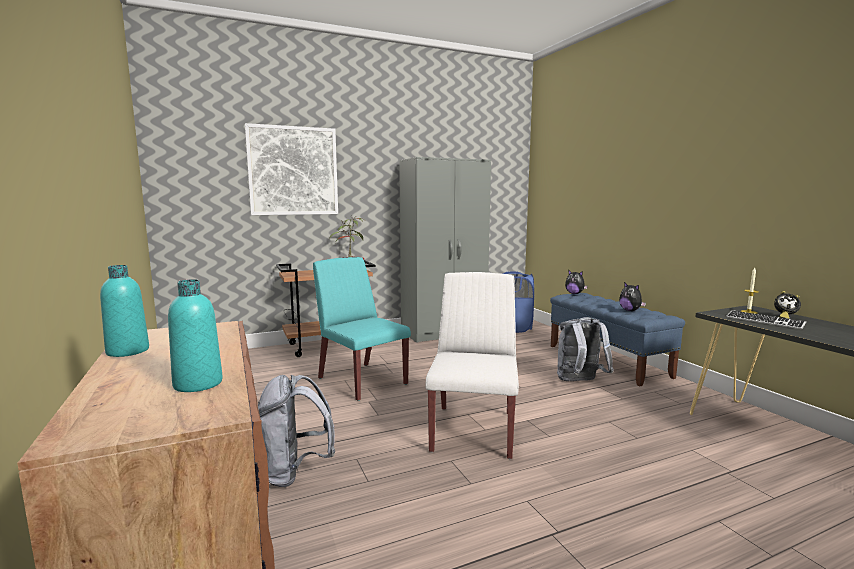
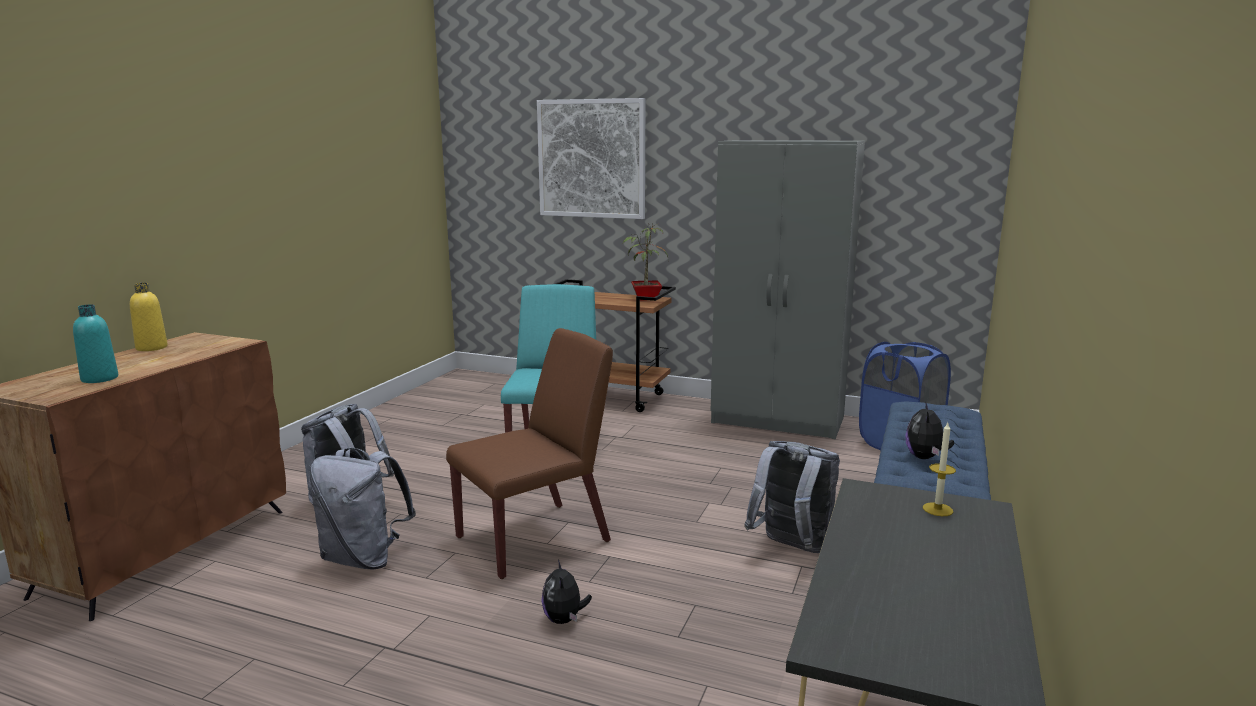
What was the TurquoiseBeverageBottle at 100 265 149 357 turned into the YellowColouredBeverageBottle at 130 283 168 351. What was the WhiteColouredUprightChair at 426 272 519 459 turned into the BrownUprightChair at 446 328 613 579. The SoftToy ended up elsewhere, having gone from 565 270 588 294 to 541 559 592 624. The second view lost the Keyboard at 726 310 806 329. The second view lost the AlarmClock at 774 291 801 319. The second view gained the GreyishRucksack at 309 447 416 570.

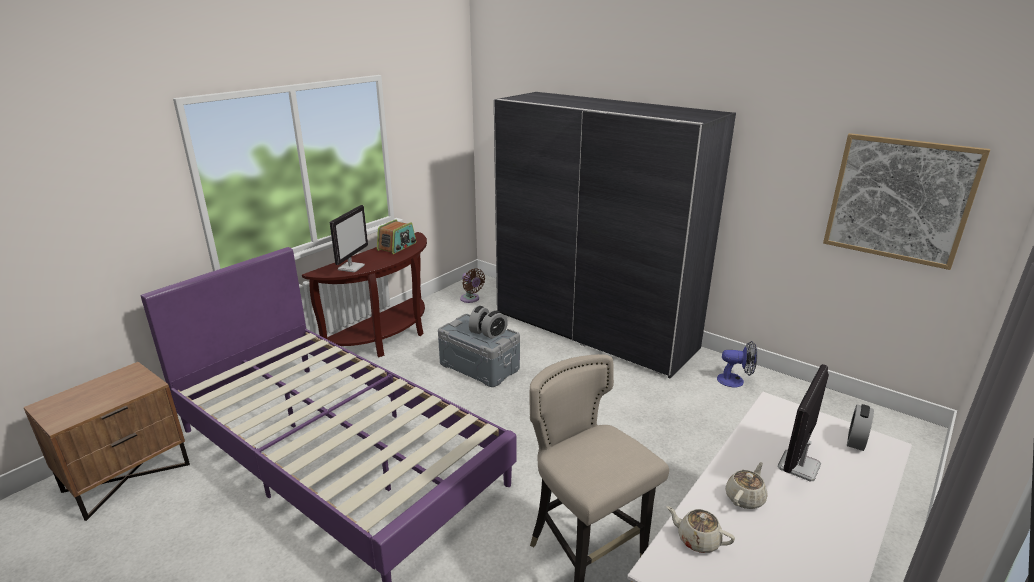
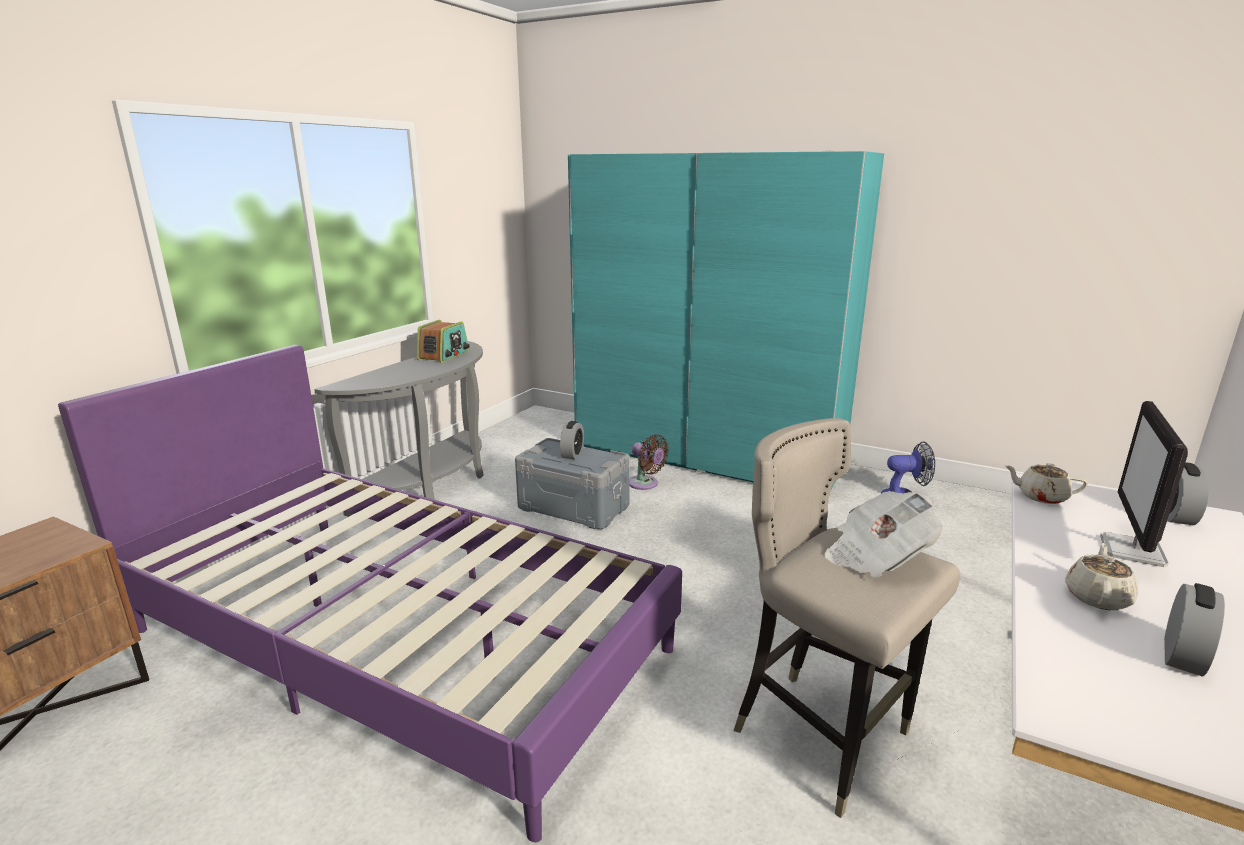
What was the BrownConsoleTable at 302 232 427 357 turned into the GreyishConsoleTable at 314 341 483 517. The second view lost the Monitor at 330 205 368 272. The BrownElectricFan ended up elsewhere, having gone from 460 268 485 303 to 629 434 669 490. The AlarmClock ended up elsewhere, having gone from 481 311 508 339 to 1164 583 1225 677. What was the GreyishClothesCupboard at 494 92 736 378 turned into the TurquoiseClothesCupboard at 568 151 884 491. The SandColouredPotForTea ended up elsewhere, having gone from 666 506 735 553 to 1004 463 1088 504. The second view lost the Picture at 823 133 991 270. The second view gained the PrintedPaper at 824 491 942 578.

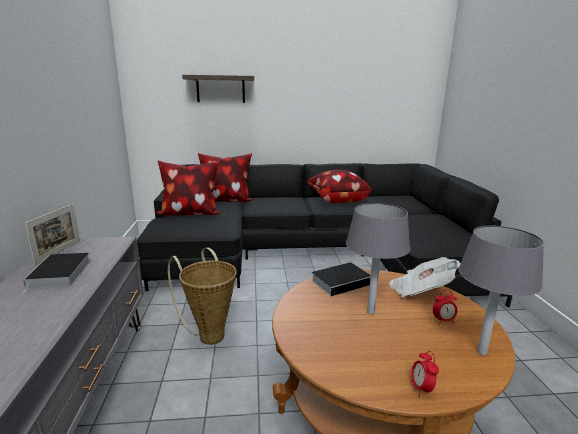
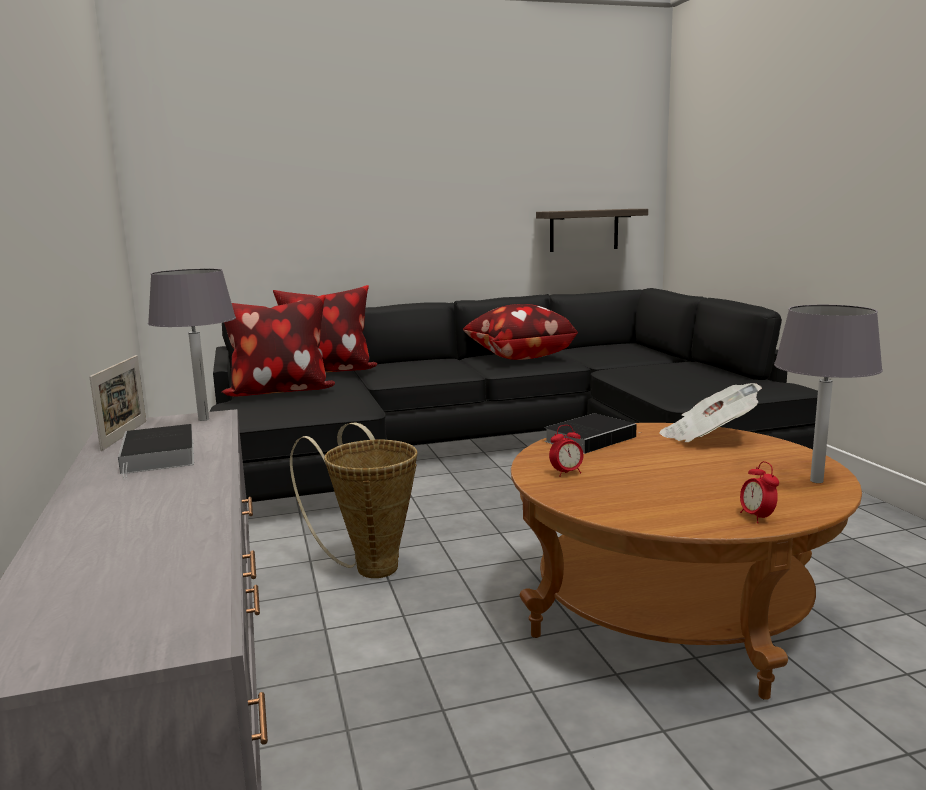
The WallShelf ended up elsewhere, having gone from 182 75 254 103 to 536 209 648 252. The GreyishTabletopLamp ended up elsewhere, having gone from 346 203 410 314 to 148 269 236 421. The AlarmClock ended up elsewhere, having gone from 433 290 457 324 to 549 425 583 476.

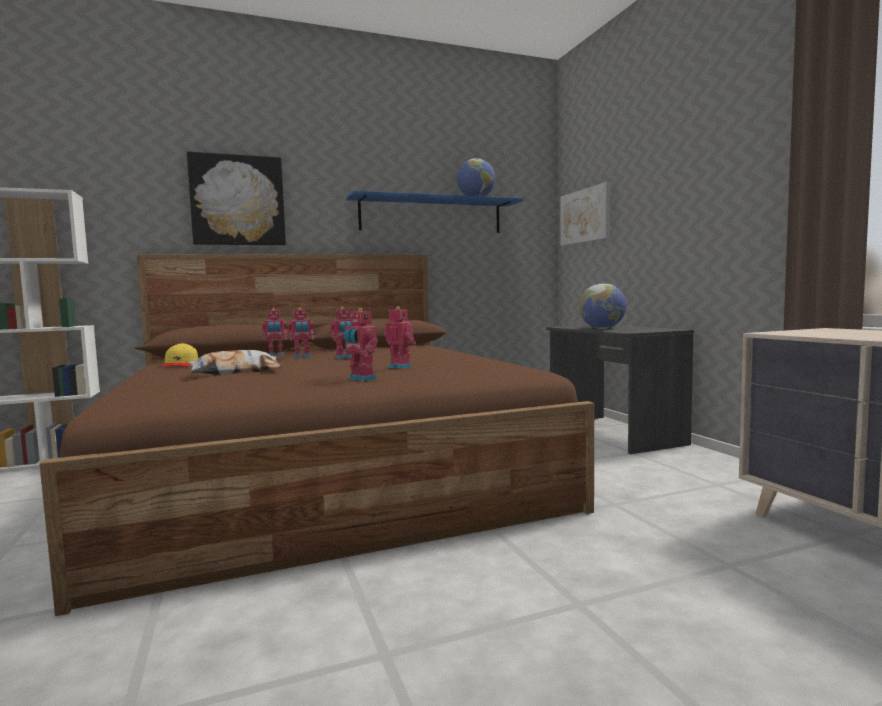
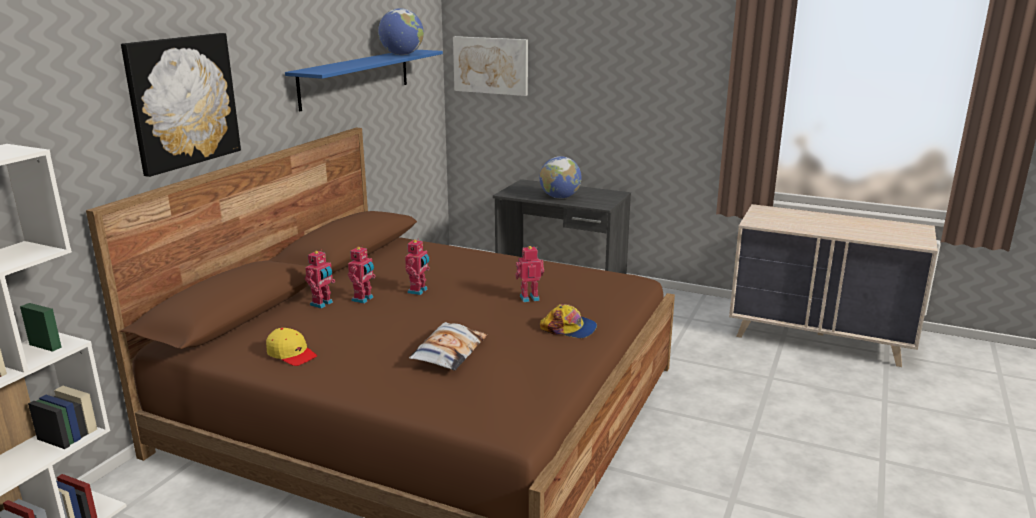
Where the RobotFigure stood at 343 308 378 381, the PeakedCap came to stand at 540 304 597 338.

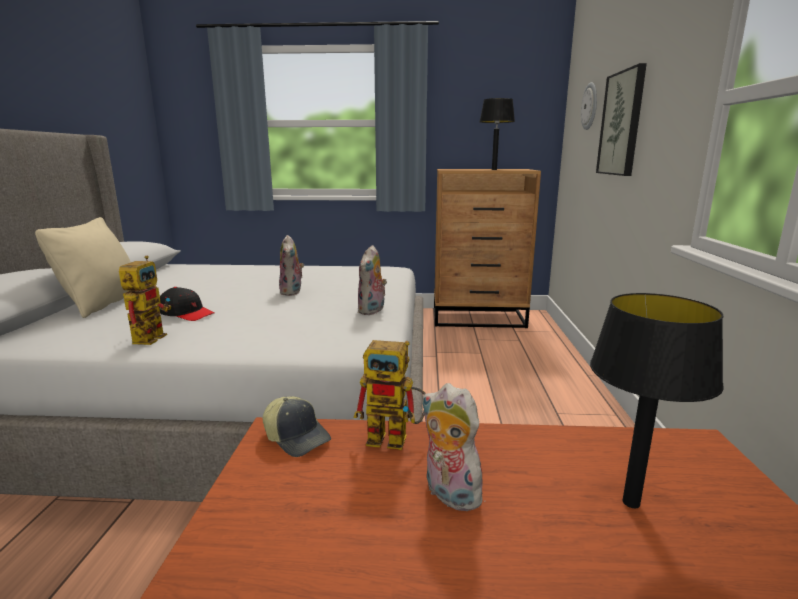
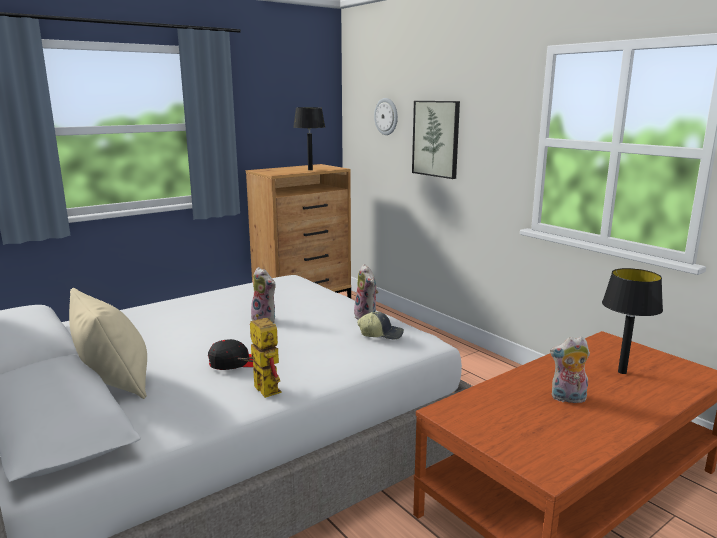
The PeakedCap ended up elsewhere, having gone from 263 396 331 457 to 357 312 404 339. The second view lost the RobotFigure at 354 340 426 450.

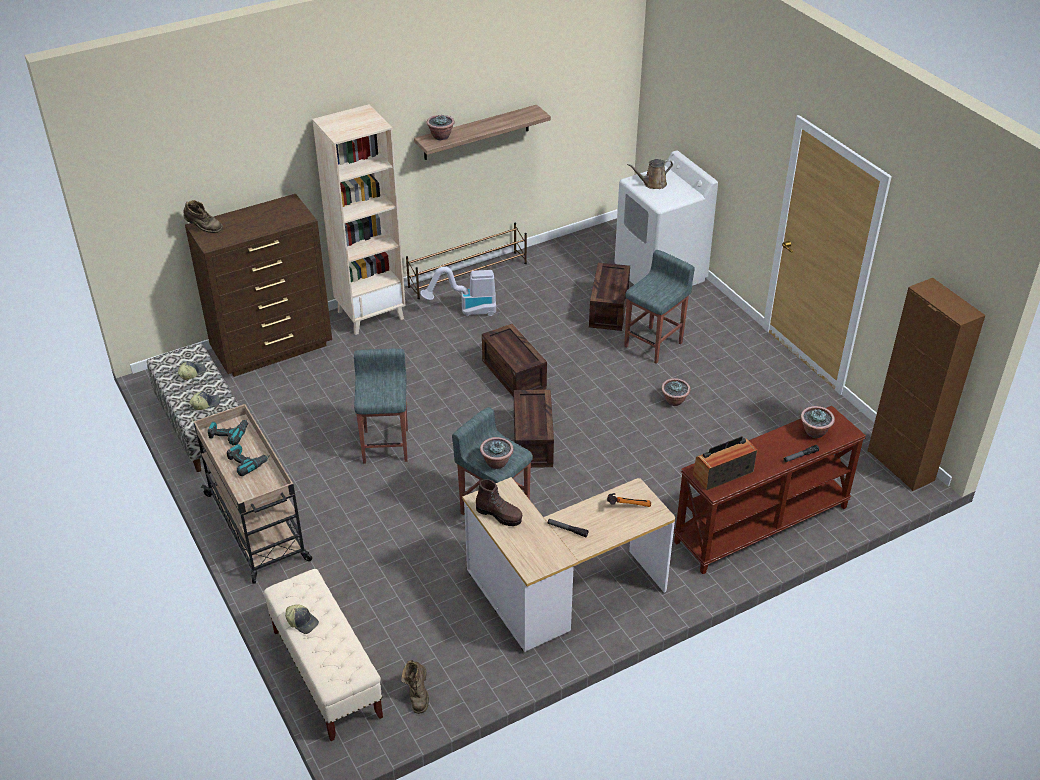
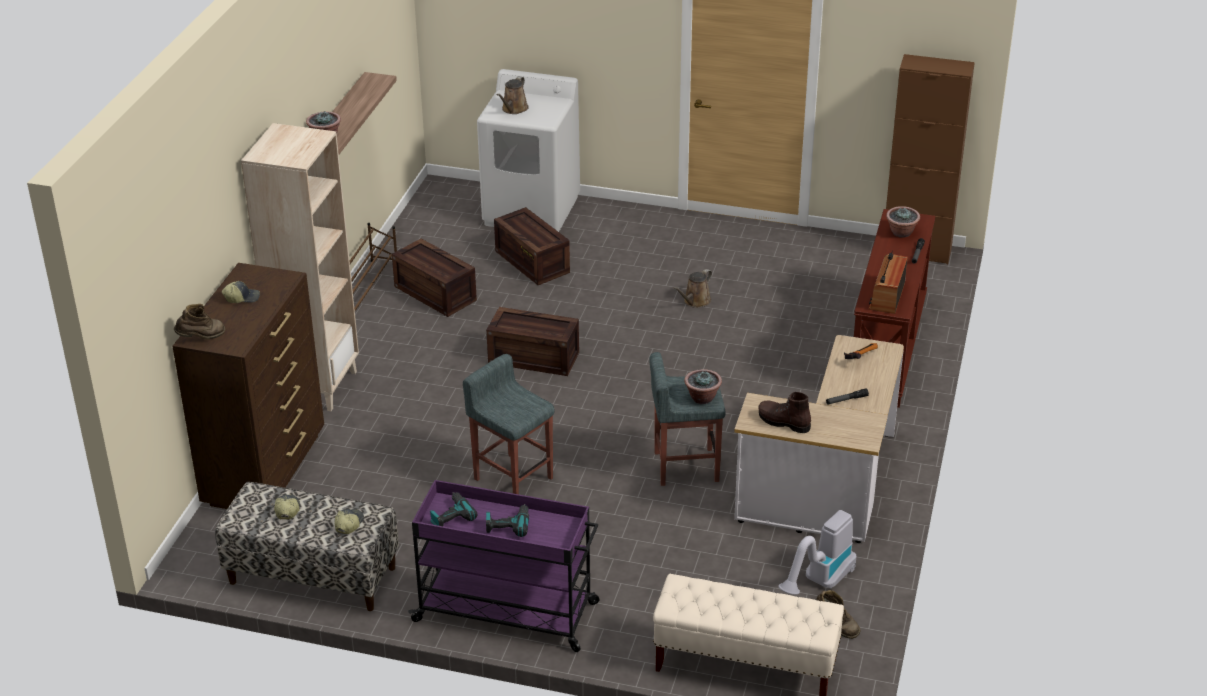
What was the SandColouredTrolley at 194 404 312 584 turned into the PurpleColouredTrolley at 408 480 599 652. The PeakedCap ended up elsewhere, having gone from 285 604 319 634 to 222 281 260 303. The Vacuum ended up elsewhere, having gone from 420 267 496 316 to 778 510 856 595. The BrownHighTopBoot at 476 479 522 526 ended up facing another way, 135 degrees counterclockwise from before. The PackingCrate ended up elsewhere, having gone from 514 389 554 468 to 392 239 477 317. The second view lost the GreyishStoolSeat at 624 250 695 364. Where the Houseplant stood at 661 378 690 406, the BrownWateringCan came to stand at 673 269 712 308.

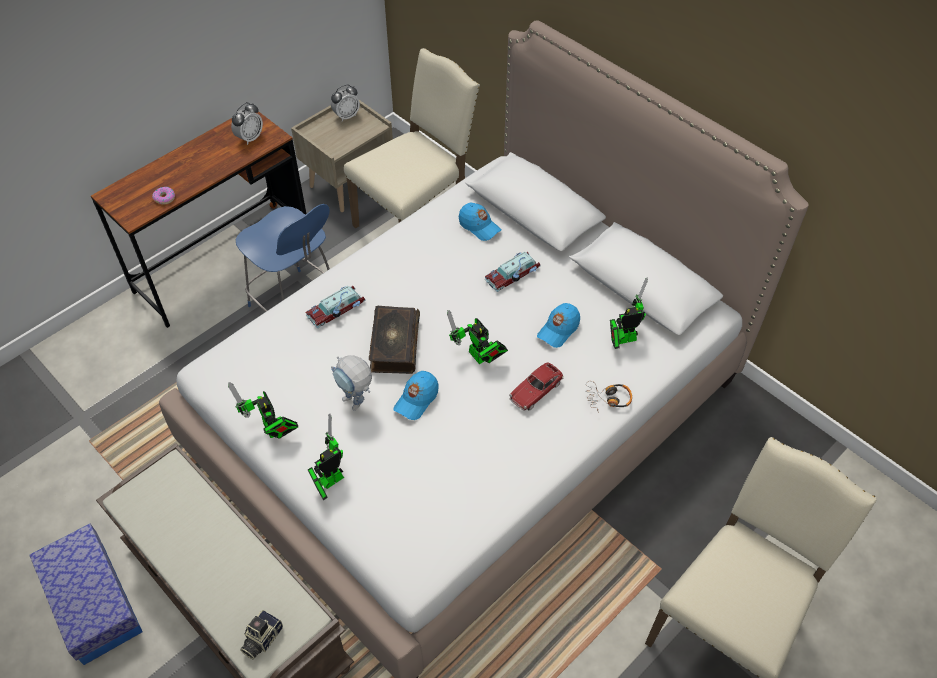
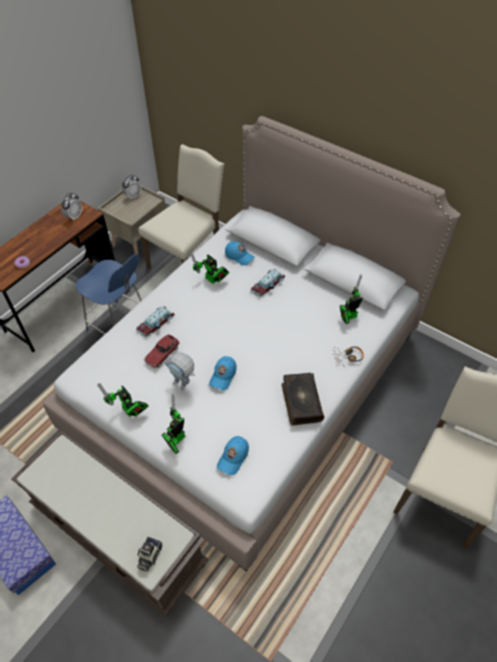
The Book ended up elsewhere, having gone from 369 306 420 374 to 282 373 324 426. The RobotFigure ended up elsewhere, having gone from 447 310 508 364 to 190 251 229 284. The ToyCar ended up elsewhere, having gone from 509 362 564 411 to 144 334 180 368. The BluishPeakedCap ended up elsewhere, having gone from 537 303 580 348 to 217 436 249 475.

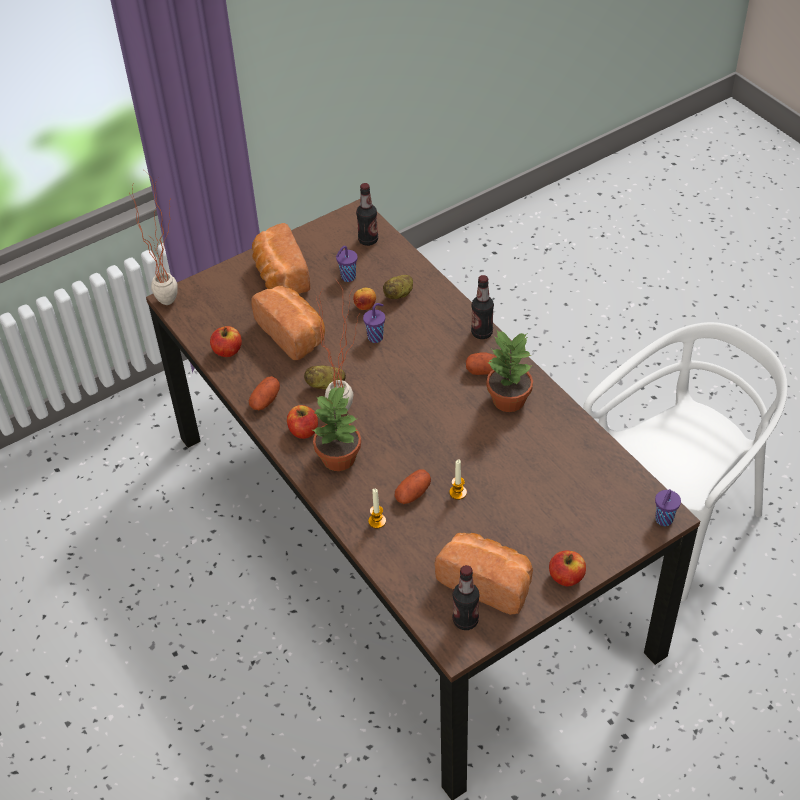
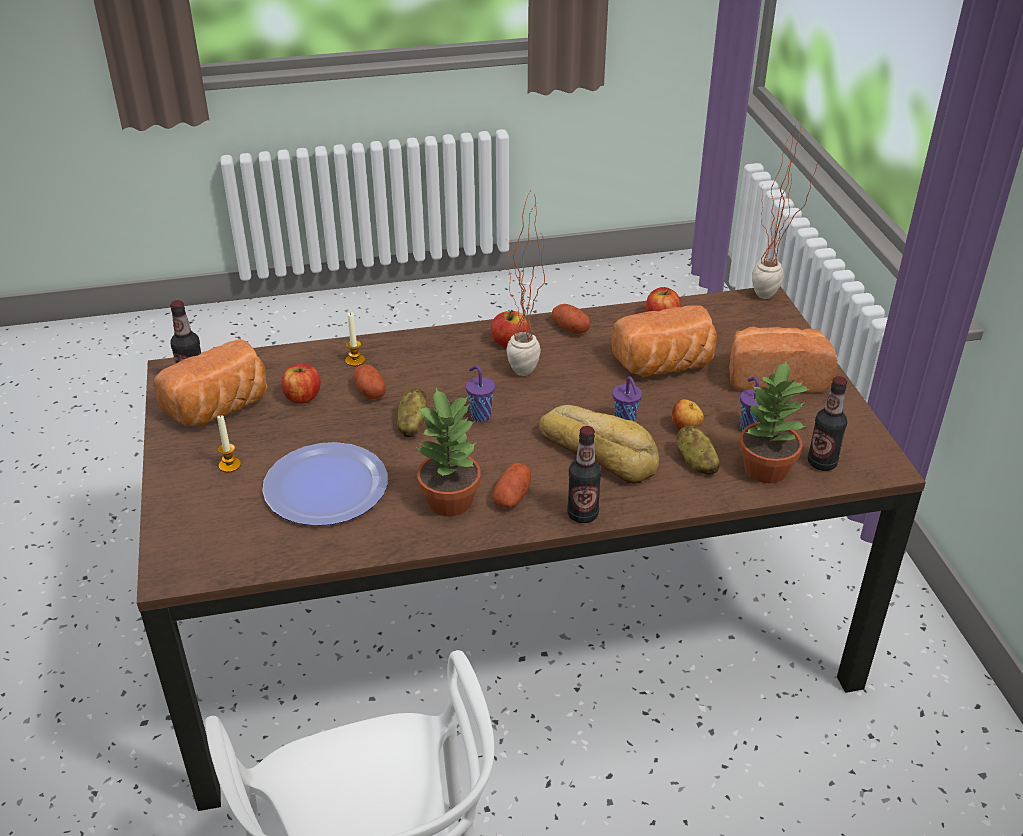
The WholePotato ended up elsewhere, having gone from 304 365 346 390 to 397 389 427 437. The Houseplant ended up elsewhere, having gone from 313 386 361 471 to 739 360 809 483. The Candle ended up elsewhere, having gone from 449 459 467 500 to 217 415 241 473. The Apple ended up elsewhere, having gone from 549 550 586 586 to 282 363 321 404. The PurpleColouredCup ended up elsewhere, having gone from 655 489 681 526 to 466 365 495 422. The second view gained the DinnerPlate at 262 442 388 526. The second view gained the BakeryBread at 539 405 659 484.

